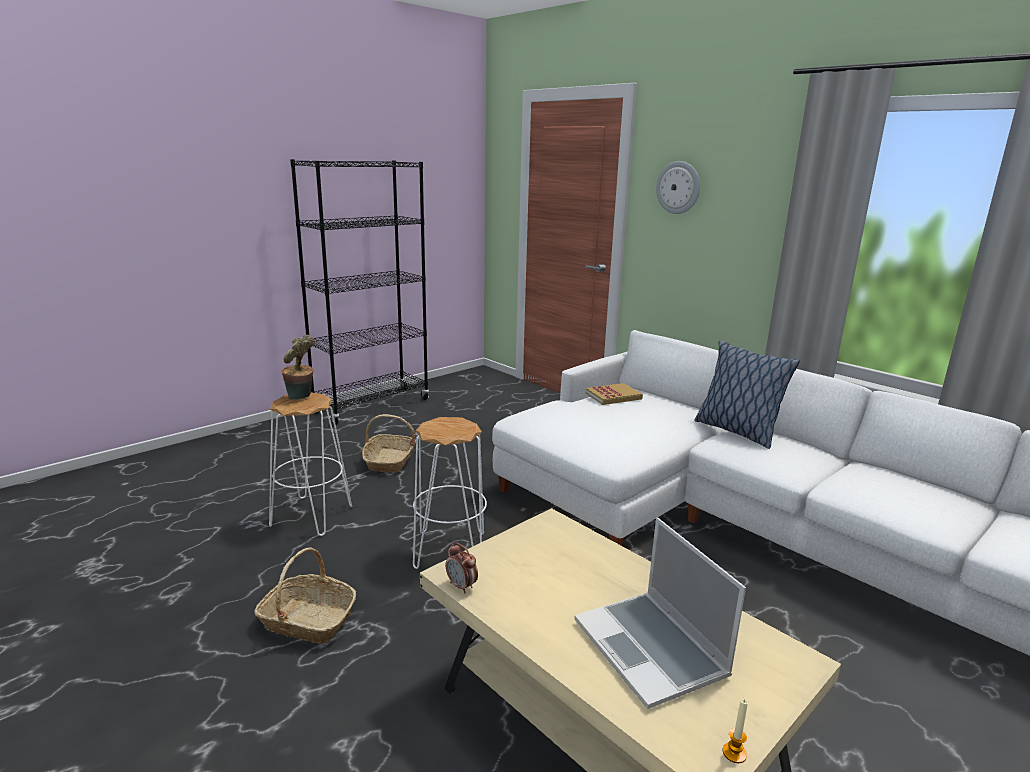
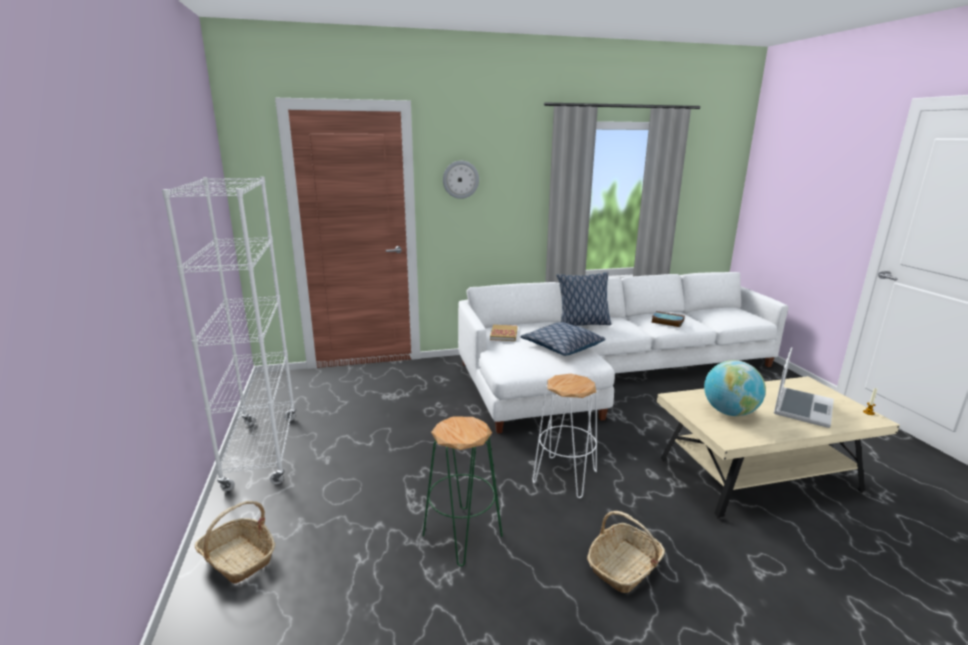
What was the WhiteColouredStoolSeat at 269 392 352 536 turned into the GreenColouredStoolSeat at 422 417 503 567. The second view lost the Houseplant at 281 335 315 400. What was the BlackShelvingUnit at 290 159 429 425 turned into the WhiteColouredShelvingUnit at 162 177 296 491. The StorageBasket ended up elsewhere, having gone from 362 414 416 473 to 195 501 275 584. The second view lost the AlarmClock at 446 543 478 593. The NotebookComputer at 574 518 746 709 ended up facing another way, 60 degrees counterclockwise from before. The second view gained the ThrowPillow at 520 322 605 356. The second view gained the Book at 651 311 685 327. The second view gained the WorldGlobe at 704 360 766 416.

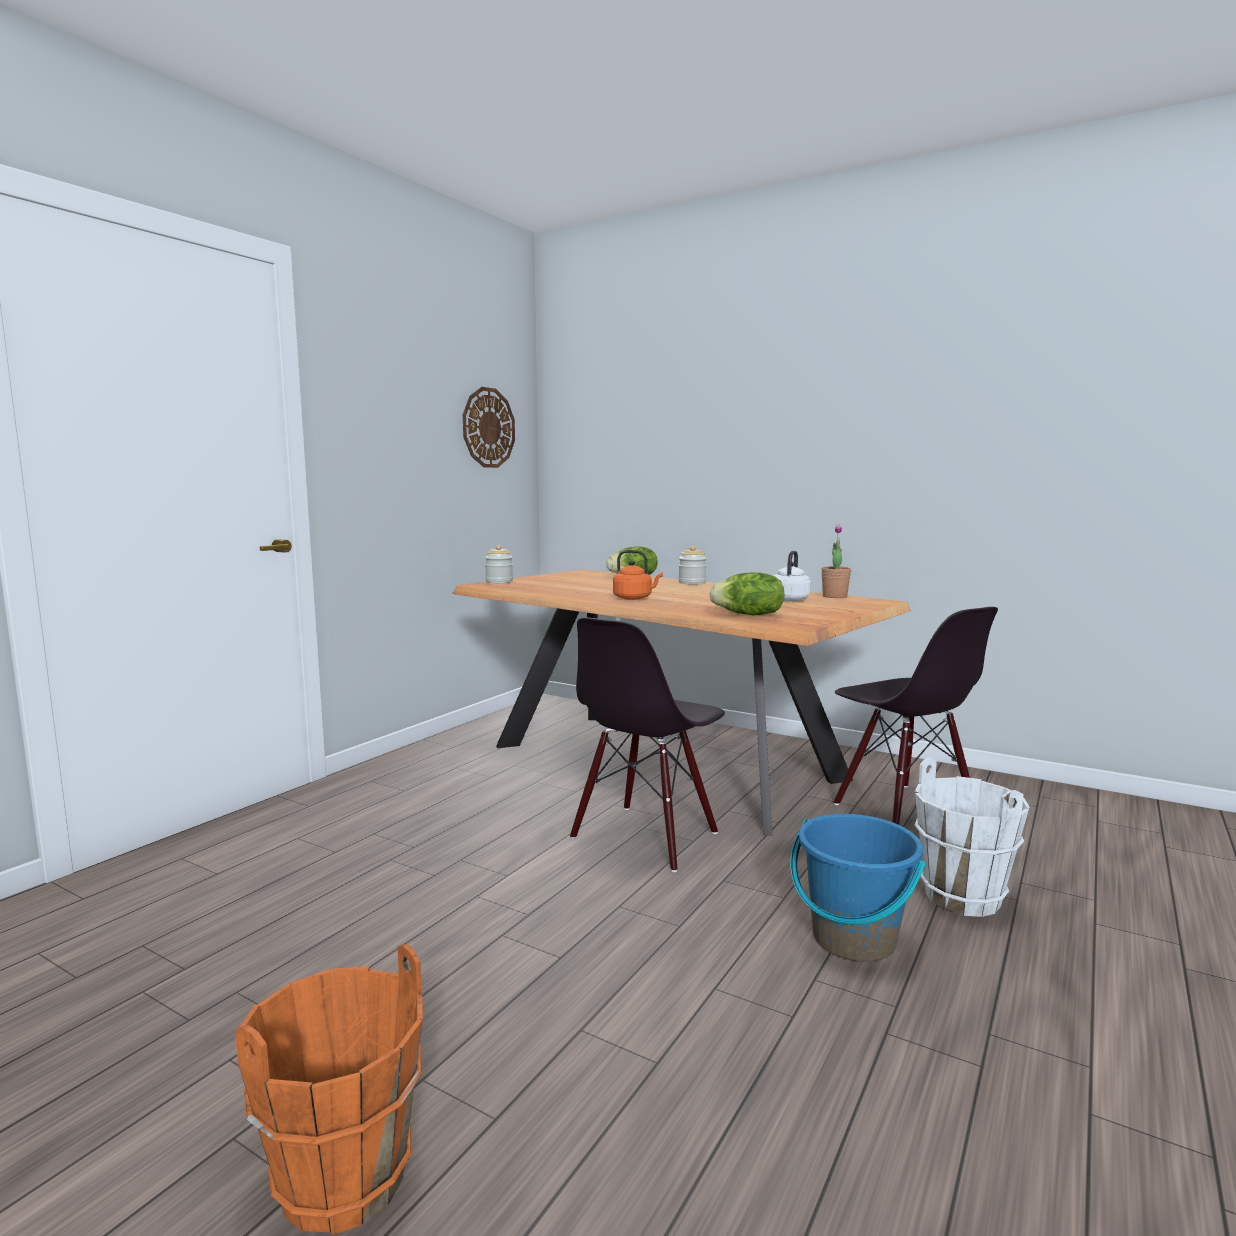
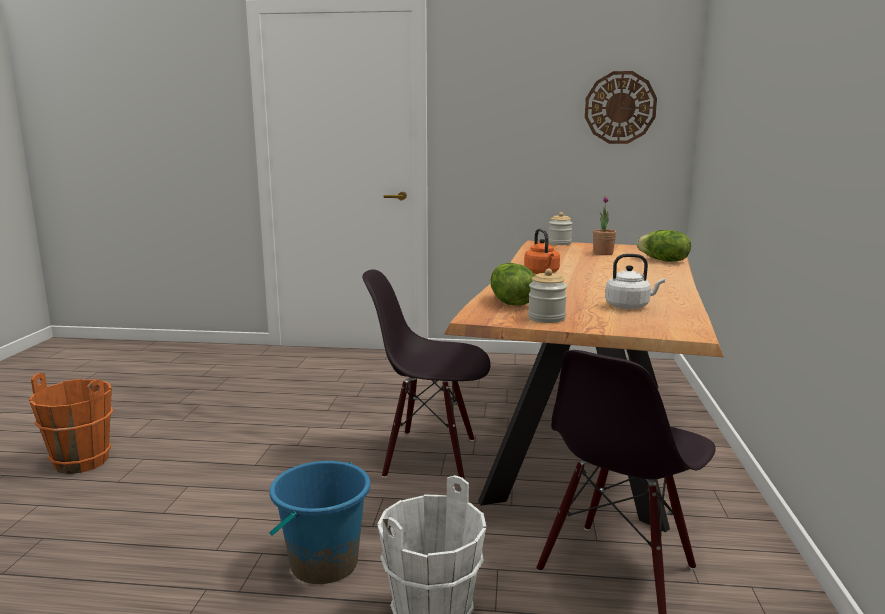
The Jar ended up elsewhere, having gone from 679 546 707 585 to 528 269 567 323. The Houseplant ended up elsewhere, having gone from 821 524 851 598 to 593 196 616 255.

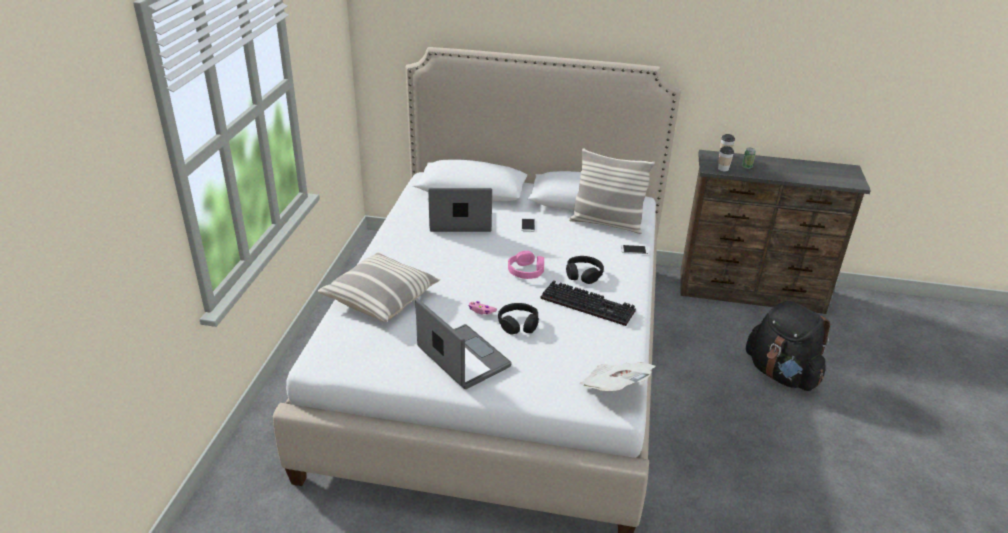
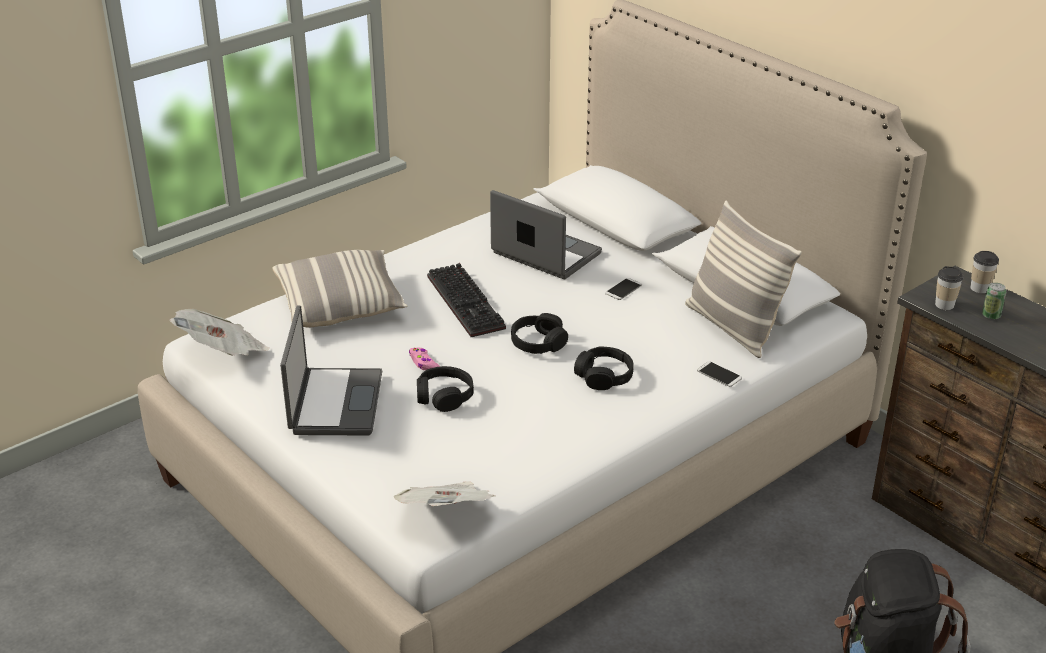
What was the PinkHeadphones at 508 251 544 279 turned into the BlackHeadphones at 511 313 568 354. The Keyboard ended up elsewhere, having gone from 540 280 636 326 to 427 263 506 337. The second view gained the PrintedPaper at 169 309 269 356.

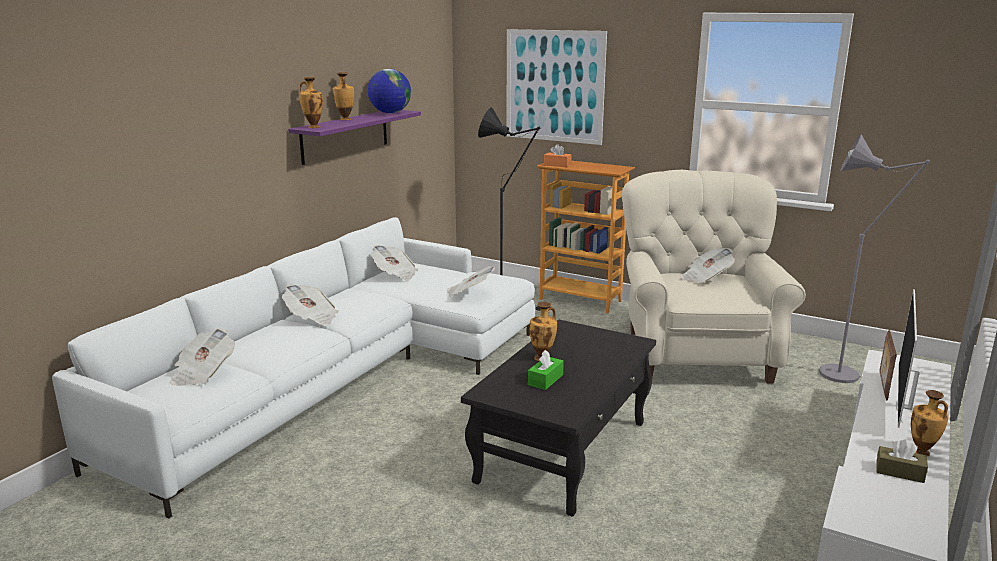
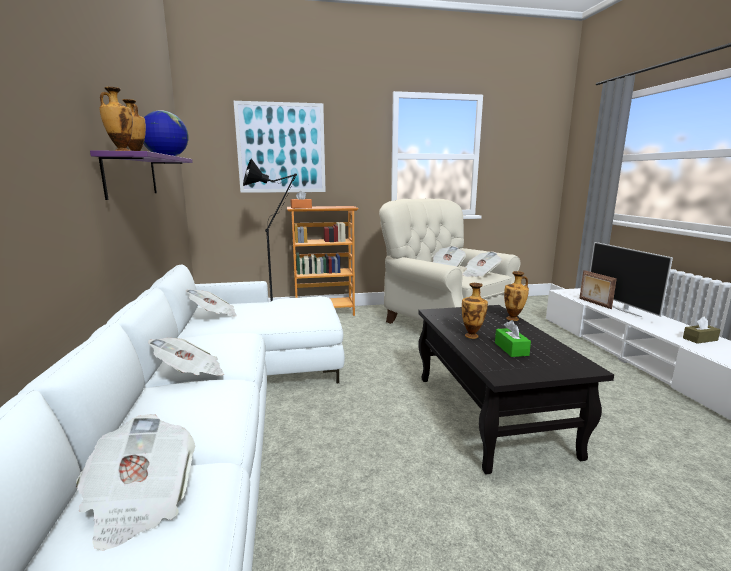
The PrintedPaper ended up elsewhere, having gone from 447 266 495 297 to 462 252 502 277. The second view lost the GreyishStandingLamp at 819 134 930 383. The DecorativeVase ended up elsewhere, having gone from 911 390 949 456 to 504 271 529 321.

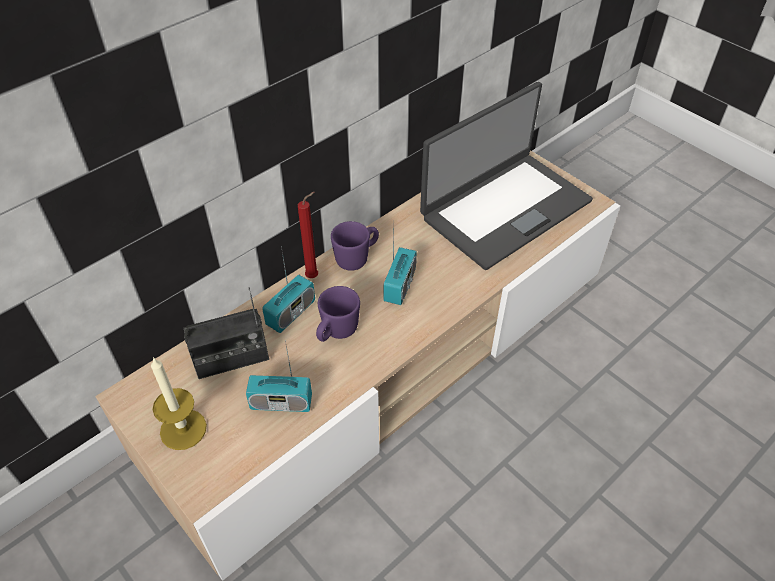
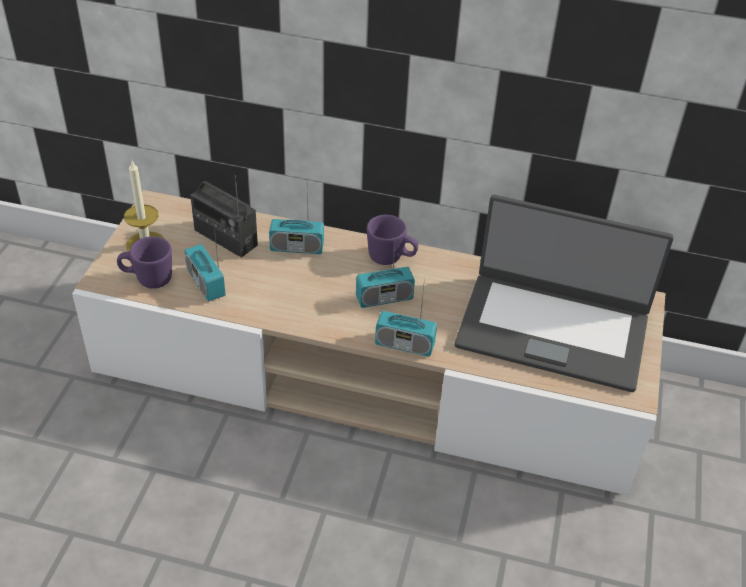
The second view lost the ReddishCandle at 298 192 318 278. The PurpleColouredTeaMug ended up elsewhere, having gone from 316 286 360 342 to 117 236 172 289. The second view gained the Radio at 375 277 437 357.

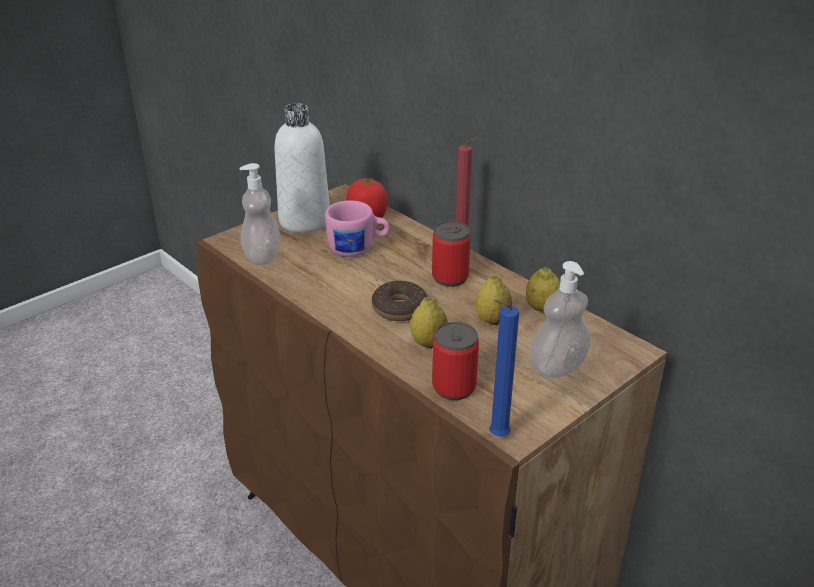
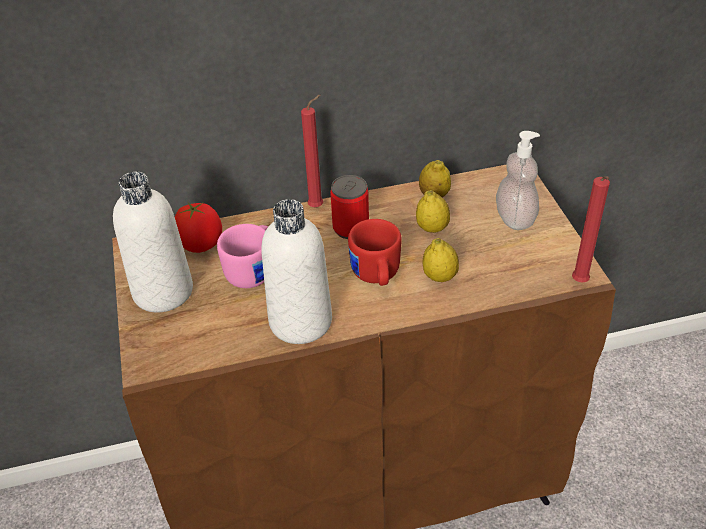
The second view lost the SoapBottle at 239 163 281 265. Where the Donut stood at 372 281 427 321, the ReddishTeaMug came to stand at 348 219 402 286. The second view lost the Can at 432 322 479 400. What was the BluishCandle at 489 300 519 437 turned into the ReddishCandle at 572 176 610 283. The second view gained the WhiteColouredBeverageBottle at 262 199 332 344.

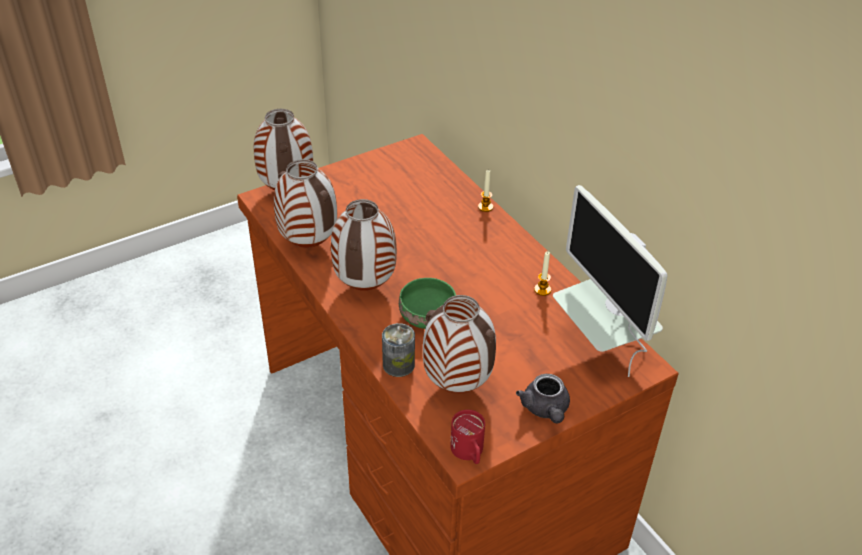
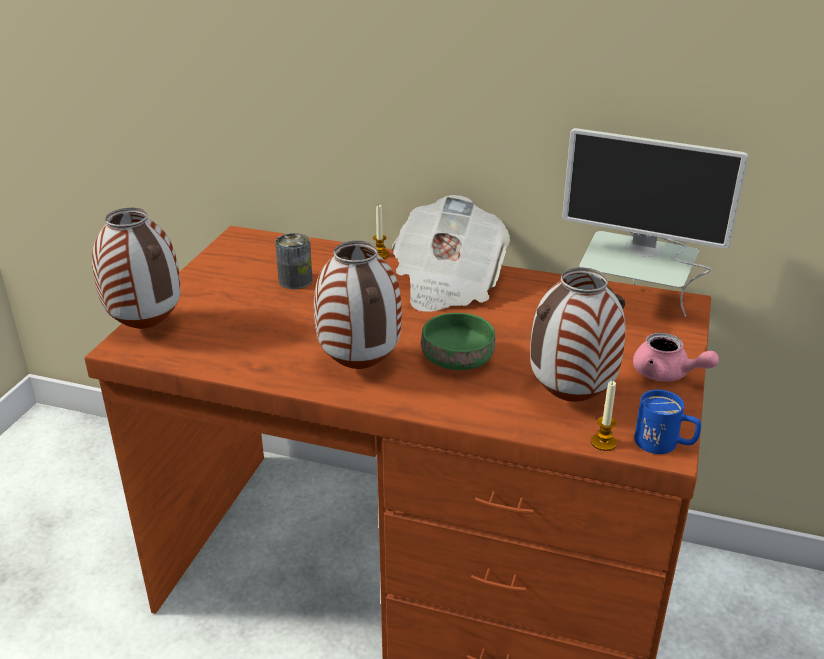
The second view lost the DecorativeVase at 274 159 337 248. The Can ended up elsewhere, having gone from 382 323 415 377 to 275 233 313 289. What was the ReddishTeaMug at 450 410 485 464 turned into the BluishTeaMug at 634 390 701 454. What was the GreyishPotForTea at 516 374 570 424 turned into the PinkPotForTea at 633 333 719 382. The Candle ended up elsewhere, having gone from 534 251 551 296 to 591 381 617 451. The second view gained the PrintedPaper at 392 195 510 312.

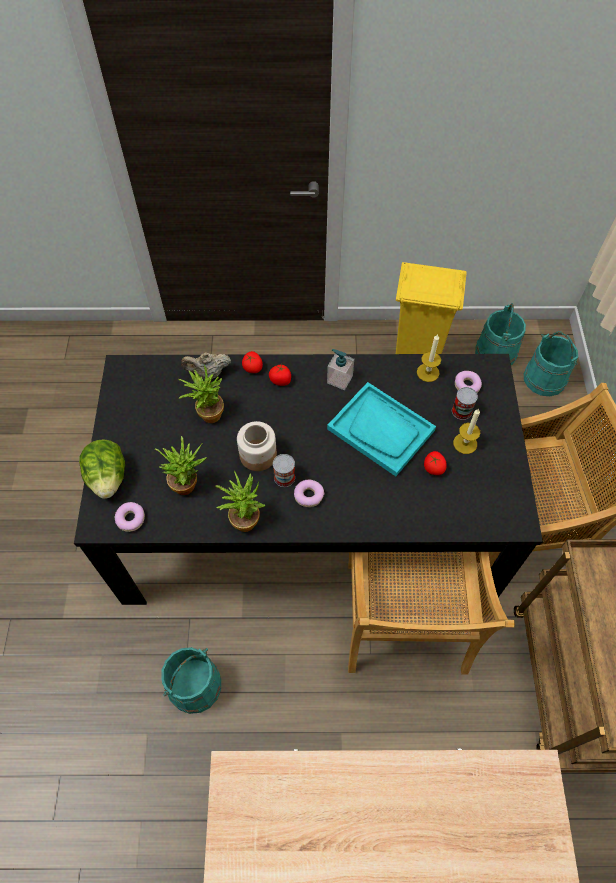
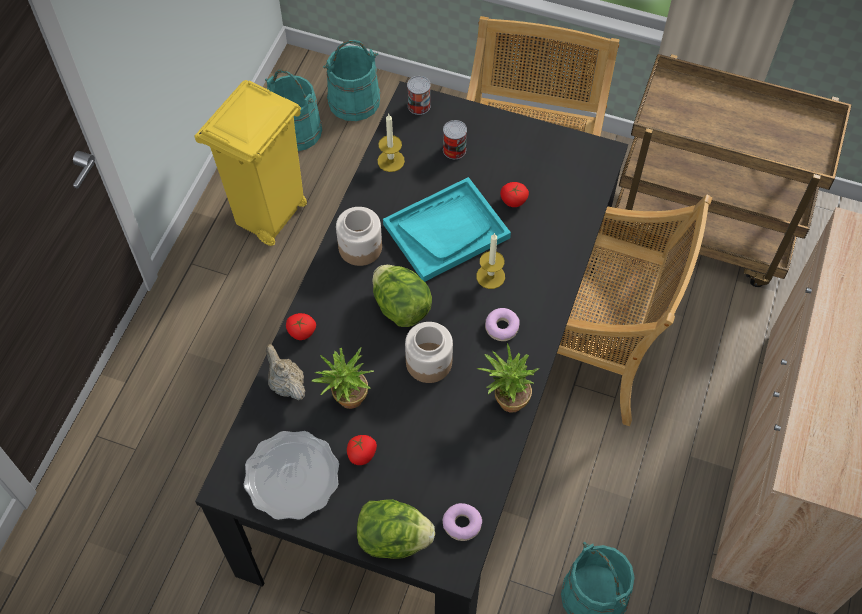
The second view lost the Houseplant at 155 436 207 495. The SandColouredPotForTea at 181 352 231 379 ended up facing another way, 135 degrees clockwise from before. The Tomato ended up elsewhere, having gone from 269 364 291 386 to 347 435 377 465. The Can ended up elsewhere, having gone from 273 454 295 487 to 407 76 431 115. Where the SoapBottle stood at 327 349 354 390, the Jar came to stand at 336 207 382 266. The Candle ended up elsewhere, having gone from 453 408 480 454 to 476 233 505 289. The second view lost the Donut at 455 371 482 393. The second view gained the DinnerPlate at 243 431 339 520. The second view gained the LettuceHead at 372 265 432 327.

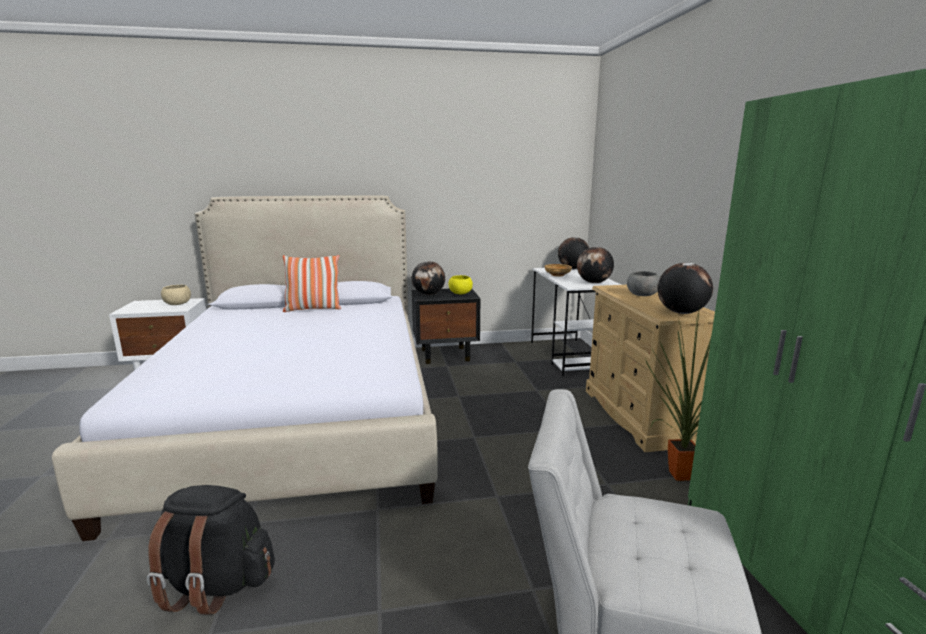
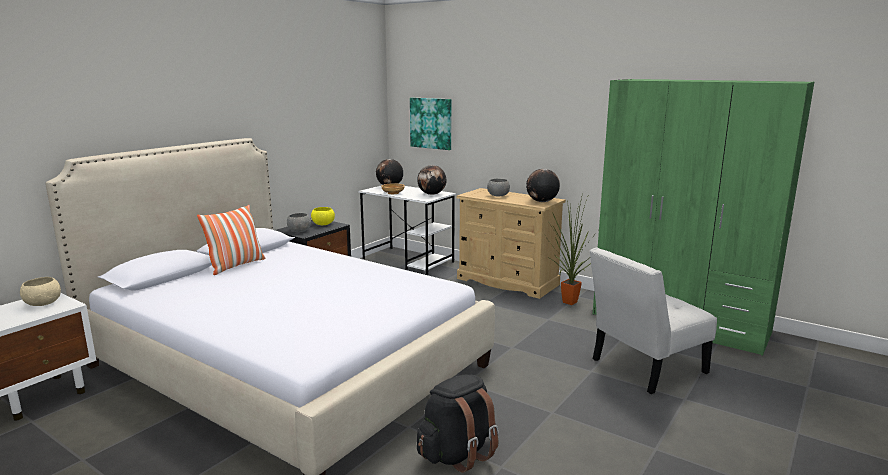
Where the WorldGlobe stood at 412 261 445 295, the GreyishServingBowl came to stand at 287 213 311 232. The second view gained the Picture at 410 98 451 150.

